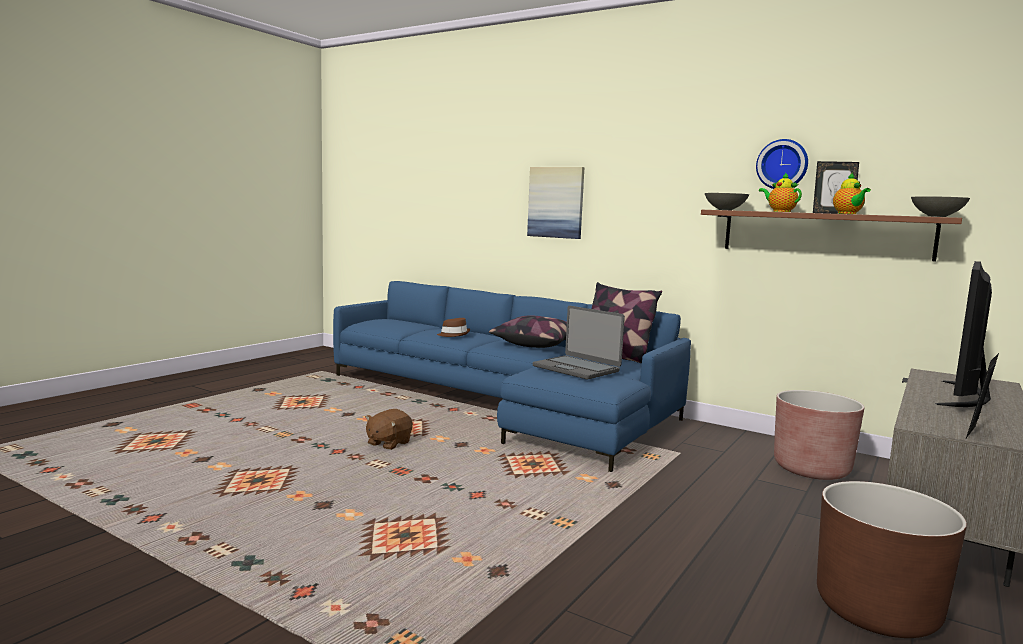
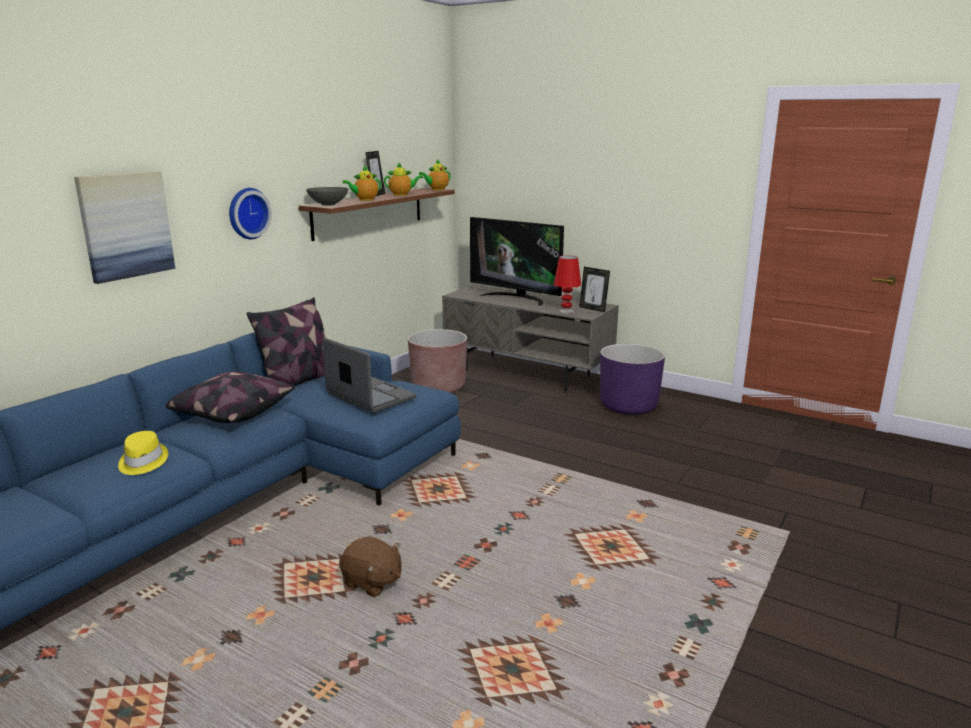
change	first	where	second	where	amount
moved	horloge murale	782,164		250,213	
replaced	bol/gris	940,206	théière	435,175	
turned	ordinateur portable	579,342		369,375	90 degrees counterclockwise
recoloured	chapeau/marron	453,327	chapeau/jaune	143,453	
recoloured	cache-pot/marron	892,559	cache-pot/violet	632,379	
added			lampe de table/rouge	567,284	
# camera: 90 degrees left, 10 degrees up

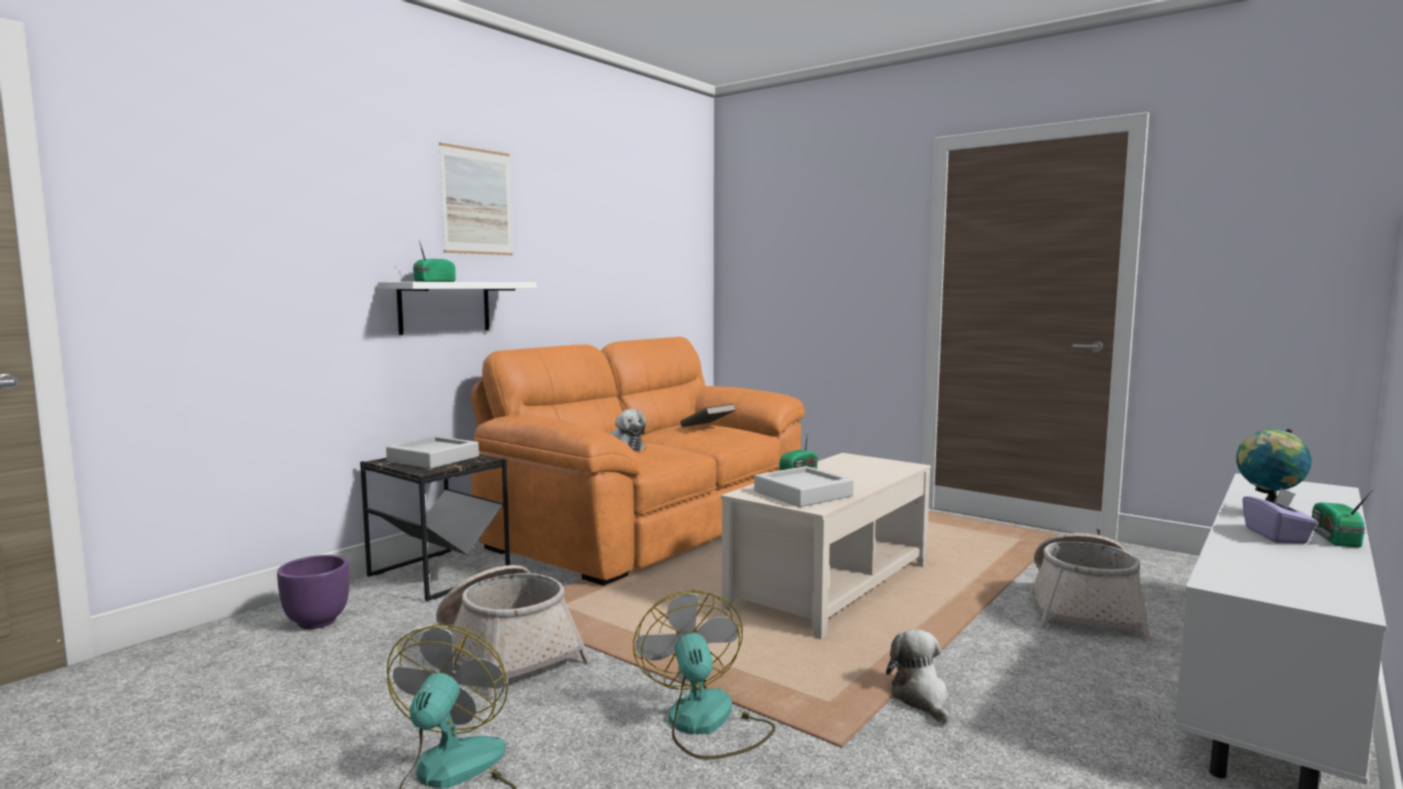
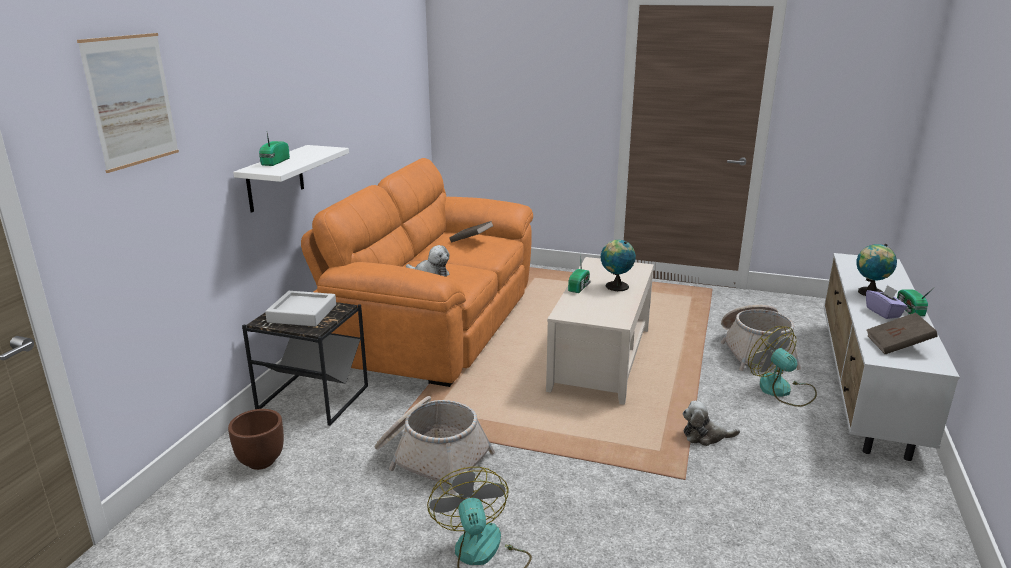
change	first	where	second	where	amount
moved	tableau	476,199		128,103	
removed	plateau/gris	804,486			
recoloured	cache-pot/violet	313,592	cache-pot/marron	256,439	
moved	ventilateur	704,674		782,366	
turned	peluche	917,676		711,423	60 degrees counterclockwise
added			globe	618,265	
added			livre/marron	902,333	
# camera: 20 degrees left, 15 degrees up

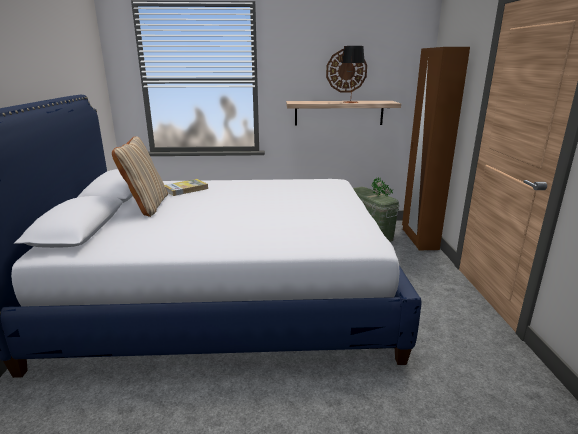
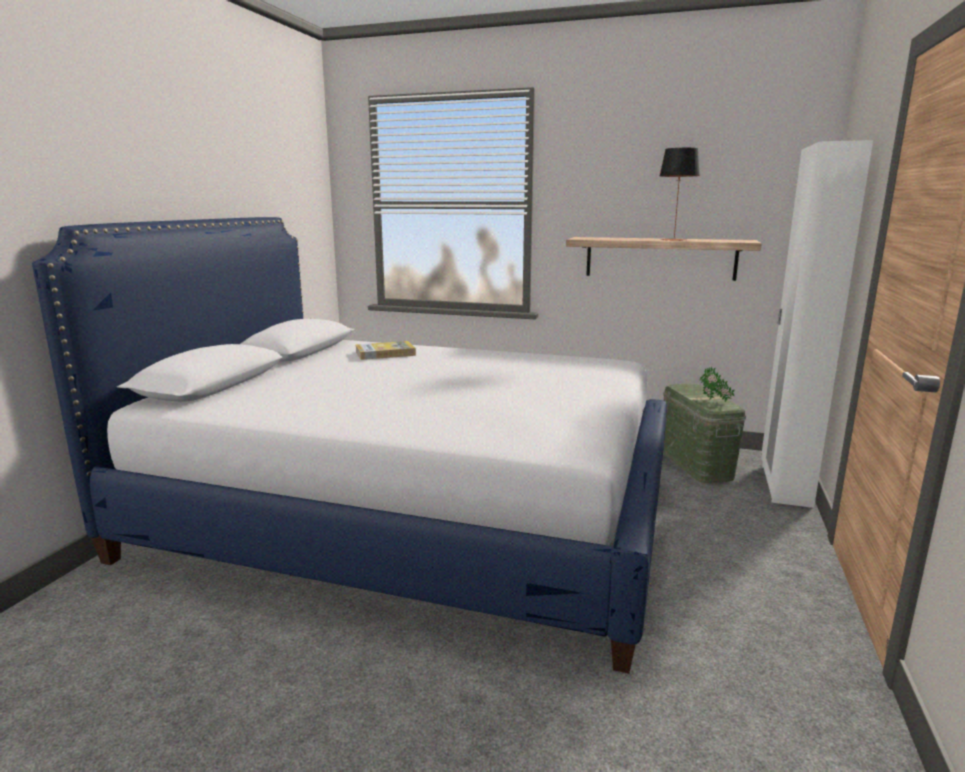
change	first	where	second	where	amount
recoloured	armoire/marron	436,148	armoire/blanc	817,324	
removed	horloge murale	346,71			
removed	coussin/beige	140,176			
# camera: 20 degrees right, 5 degrees down

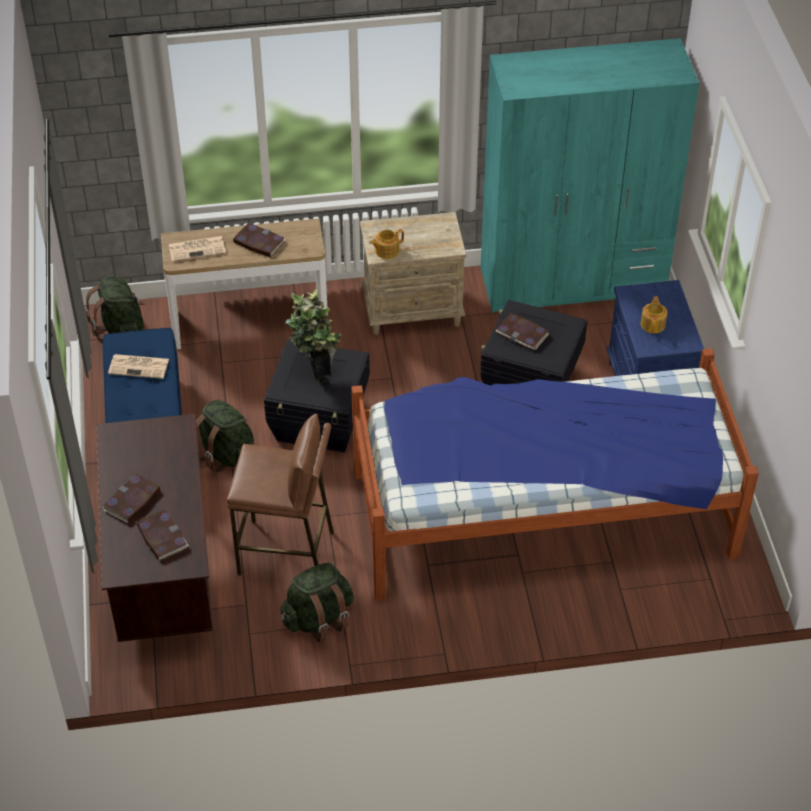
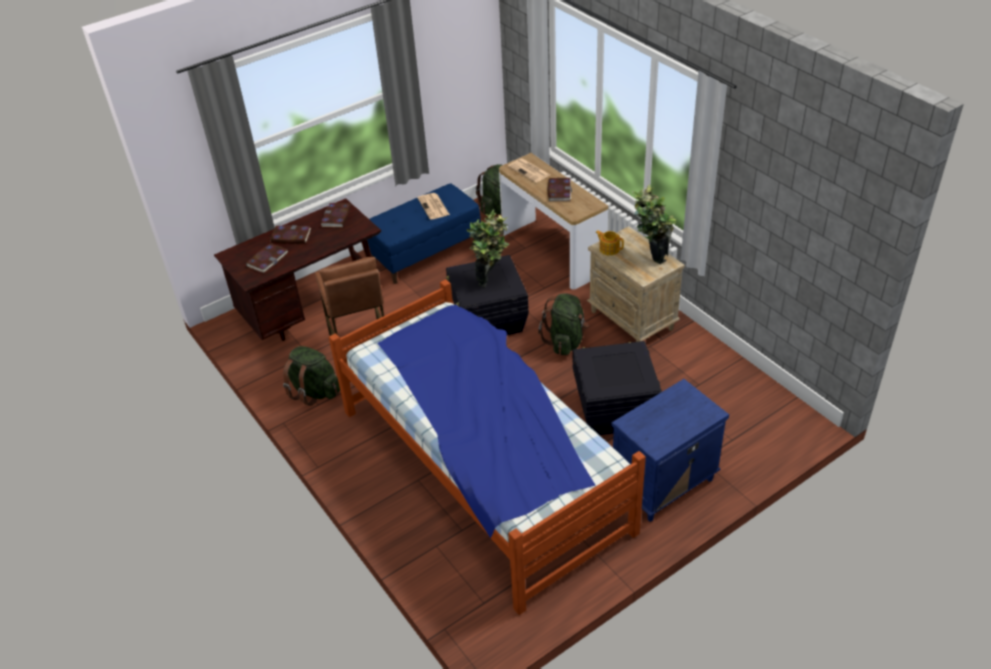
change	first	where	second	where	amount
removed	armoire/turquoise	590,175			
removed	théière	654,314			
moved	livre	522,332		336,215	
moved	sac à dos/vert	225,436		563,324	
added			plante en pot	654,224	
# camera: 65 degrees right, 5 degrees down

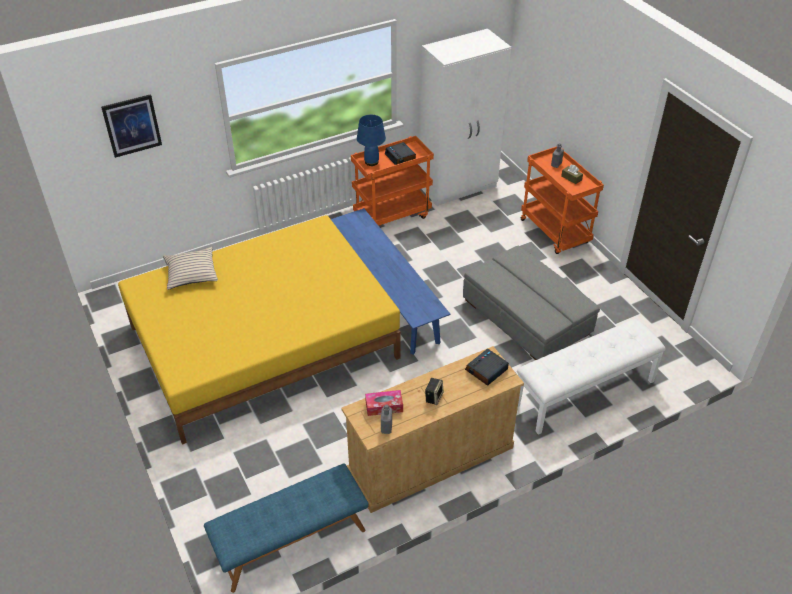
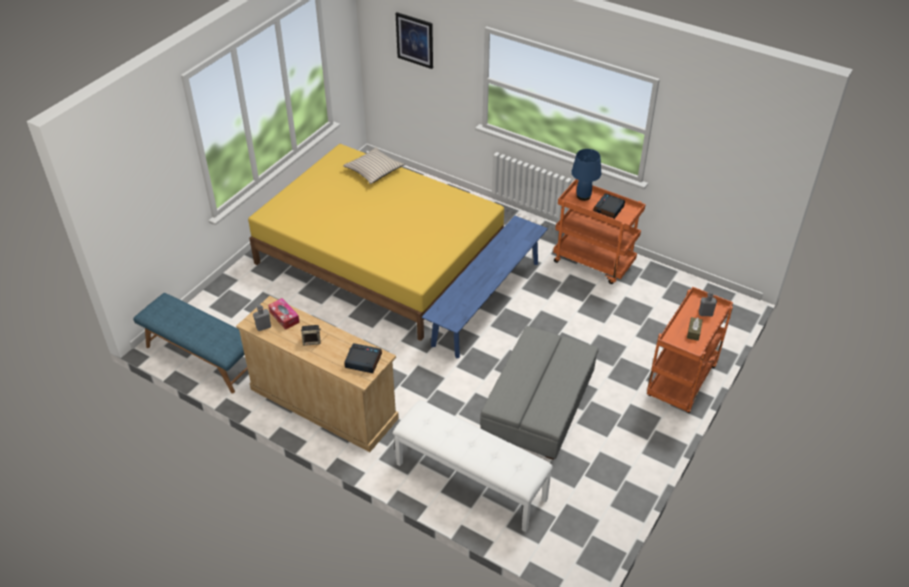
change	first	where	second	where	amount
removed	armoire/blanc	465,117			
# camera: 60 degrees right, 0 degrees up

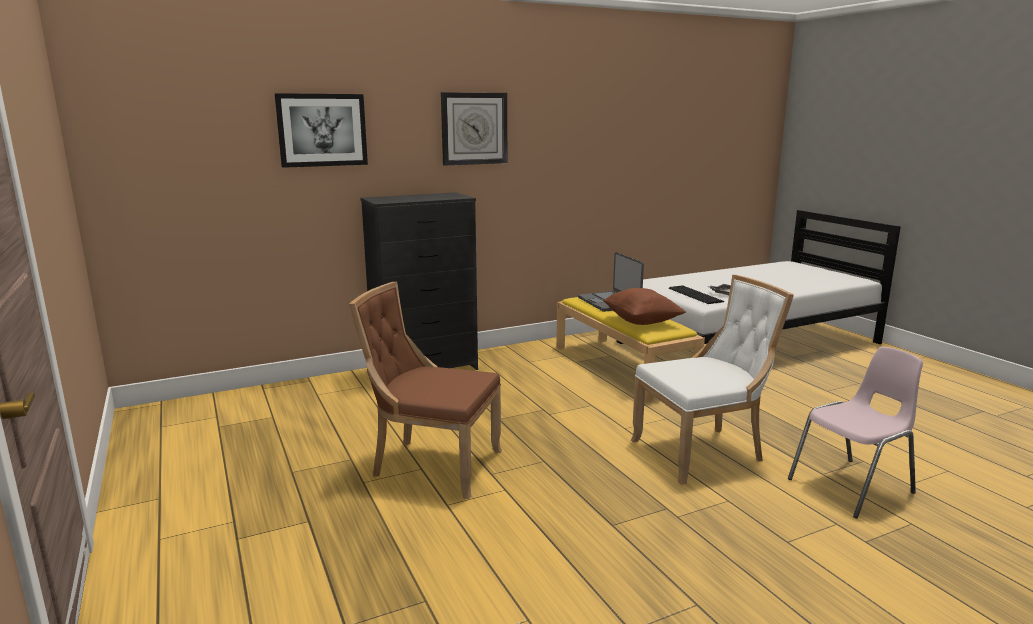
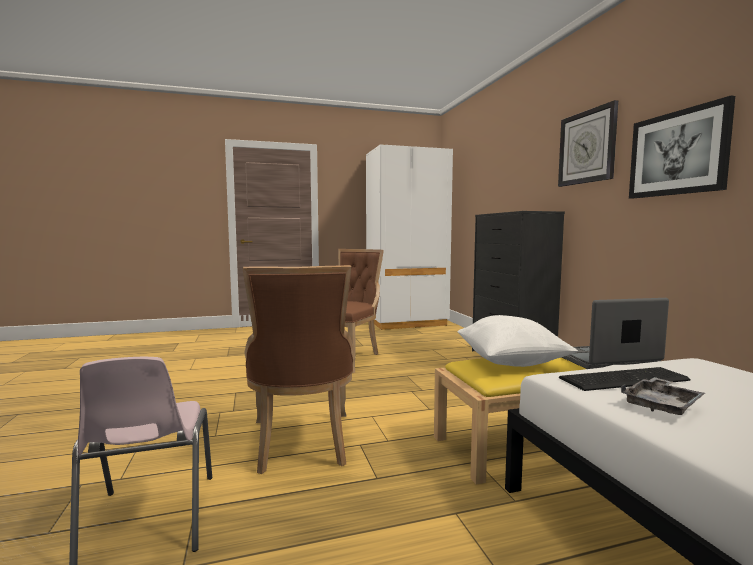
change	first	where	second	where	amount
moved	tableau	321,130		682,147	
recoloured	chaise/blanc	712,380	chaise/marron	298,369	
recoloured	coussin/marron	644,306	coussin/blanc	518,341	
added			armoire/blanc	409,237	
# camera: 100 degrees right, 10 degrees down

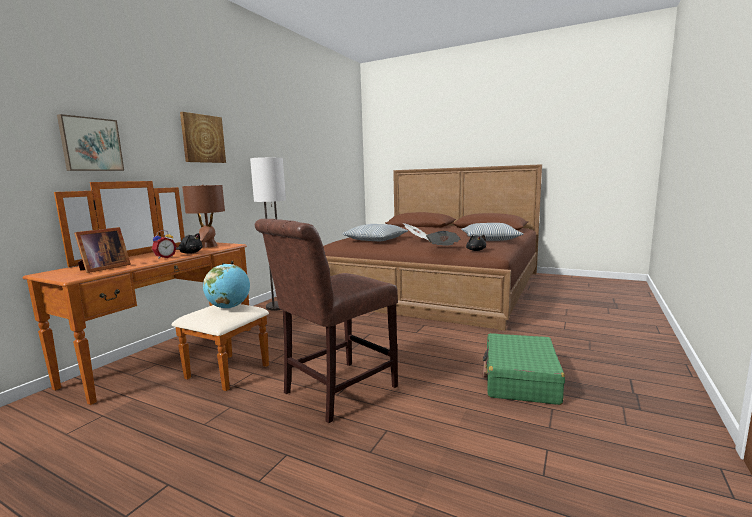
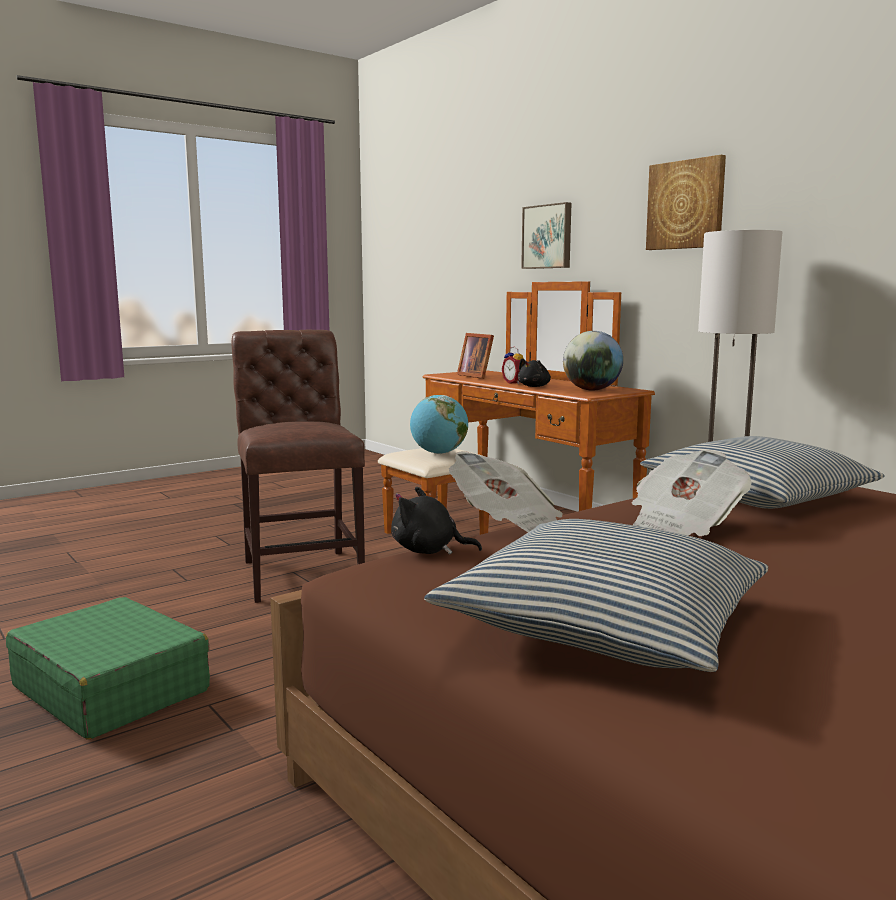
change	first	where	second	where	amount
replaced	lampe de table/marron	203,216	globe	593,361	
# camera: 115 degrees right, 0 degrees up

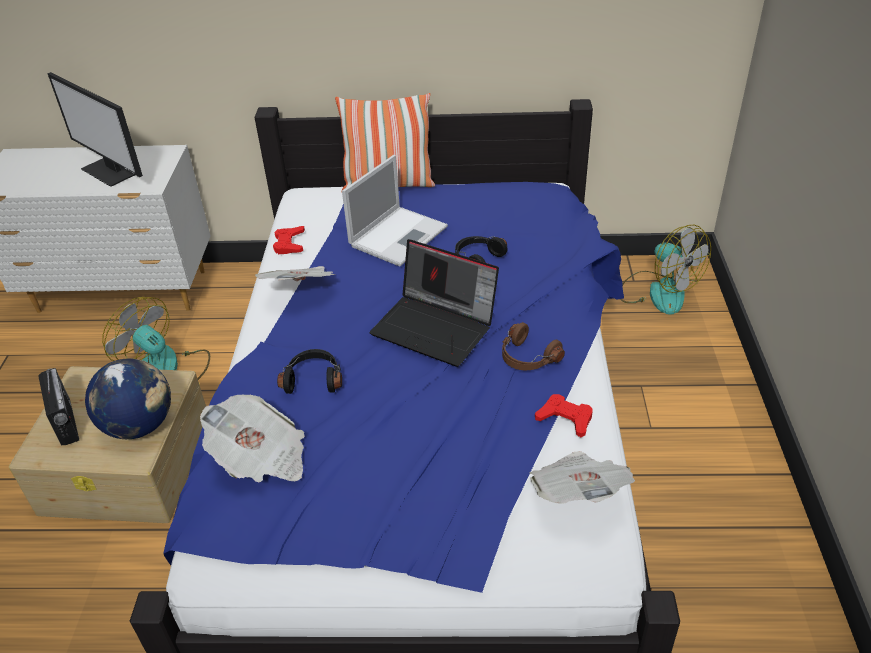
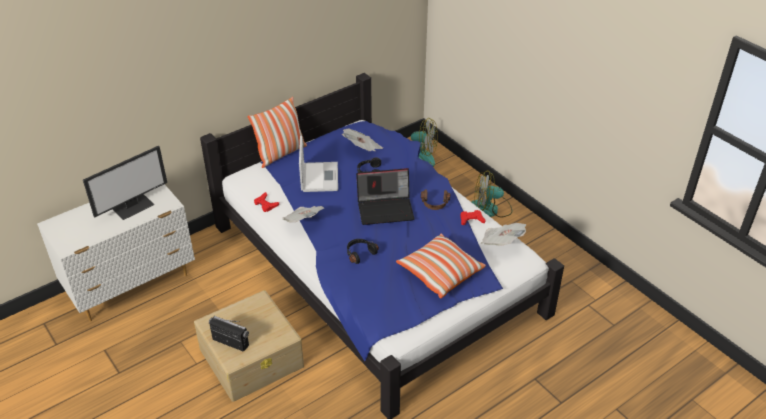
change	first	where	second	where	amount
turned	écran d'ordinateur	95,129		125,183	45 degrees counterclockwise
moved	ventilateur	156,338		492,193	
removed	globe	128,398			
moved	journal	252,439		362,140	
added			coussin	441,266	
# camera: 40 degrees left, 0 degrees up

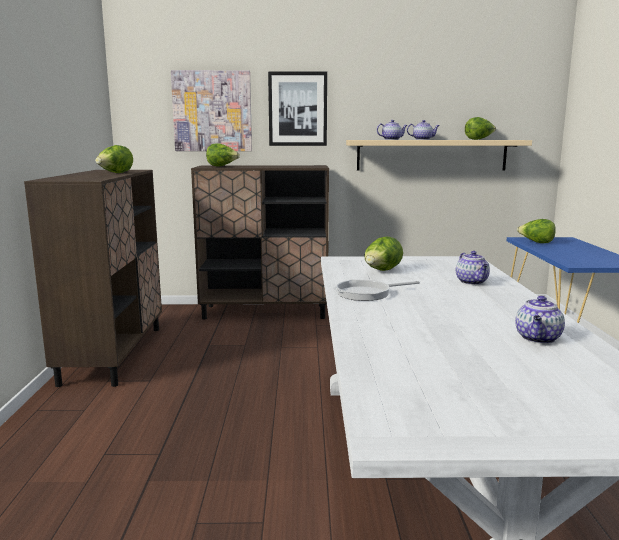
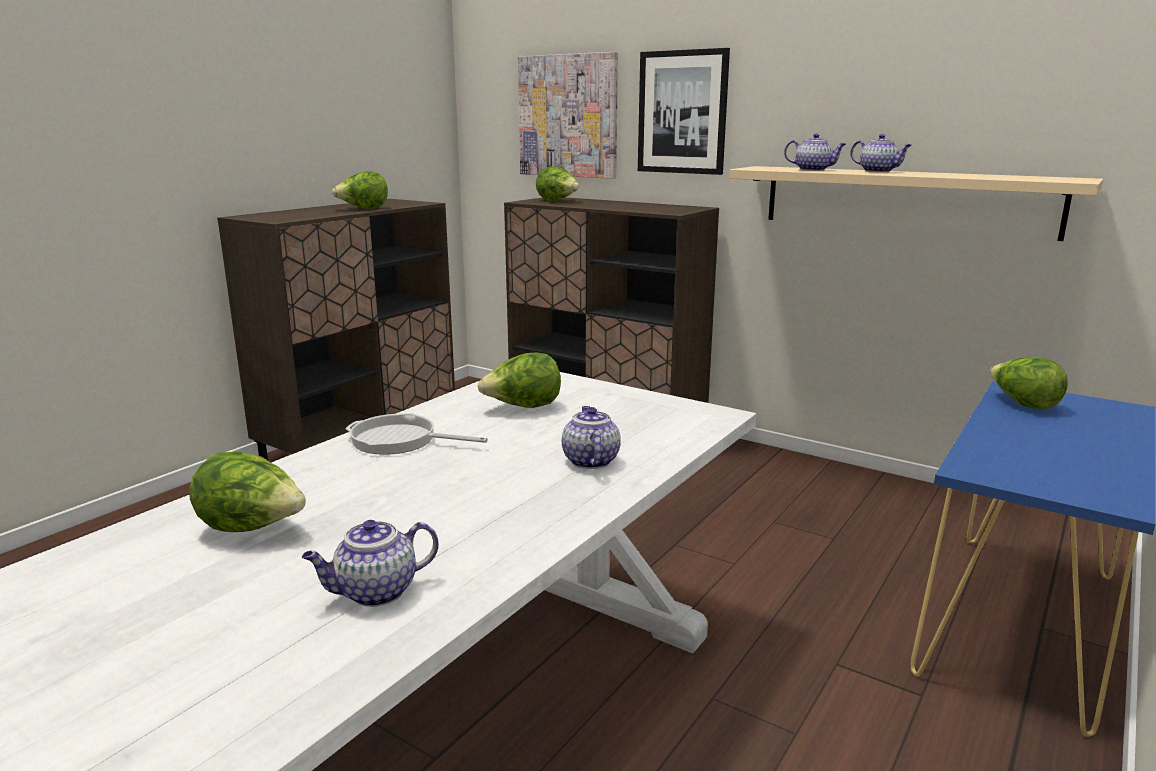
change	first	where	second	where	amount
moved	laitue	480,128		247,492	
turned	théière	473,268		591,437	150 degrees clockwise
# camera: 35 degrees right, 5 degrees up

